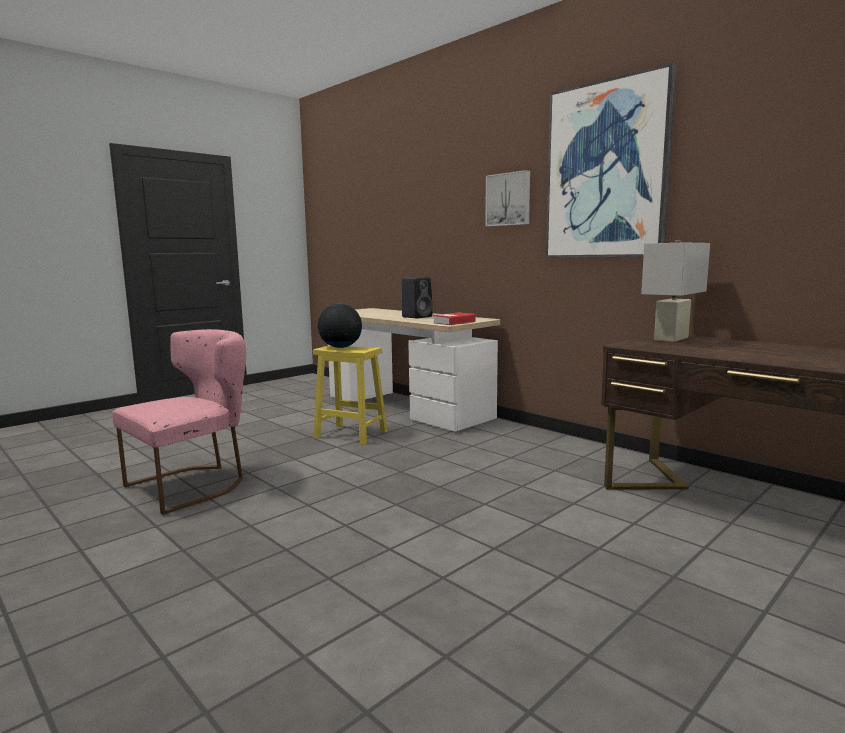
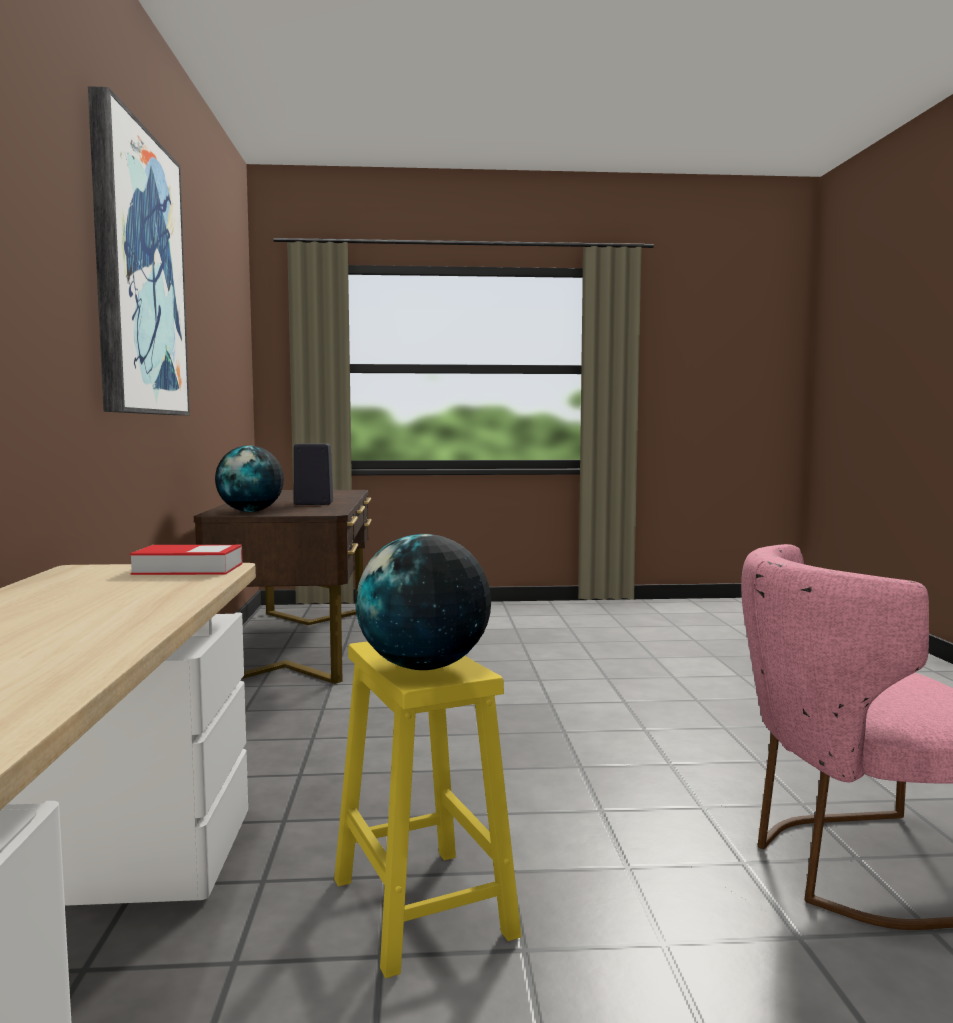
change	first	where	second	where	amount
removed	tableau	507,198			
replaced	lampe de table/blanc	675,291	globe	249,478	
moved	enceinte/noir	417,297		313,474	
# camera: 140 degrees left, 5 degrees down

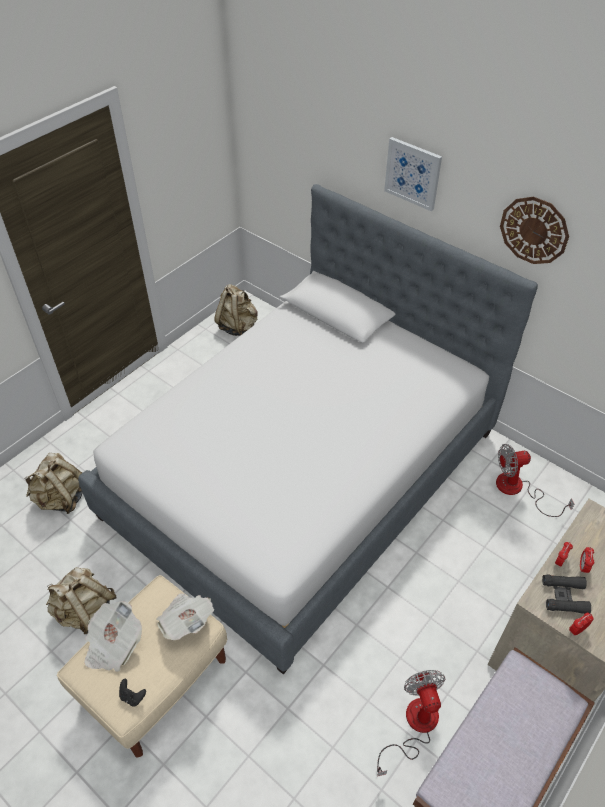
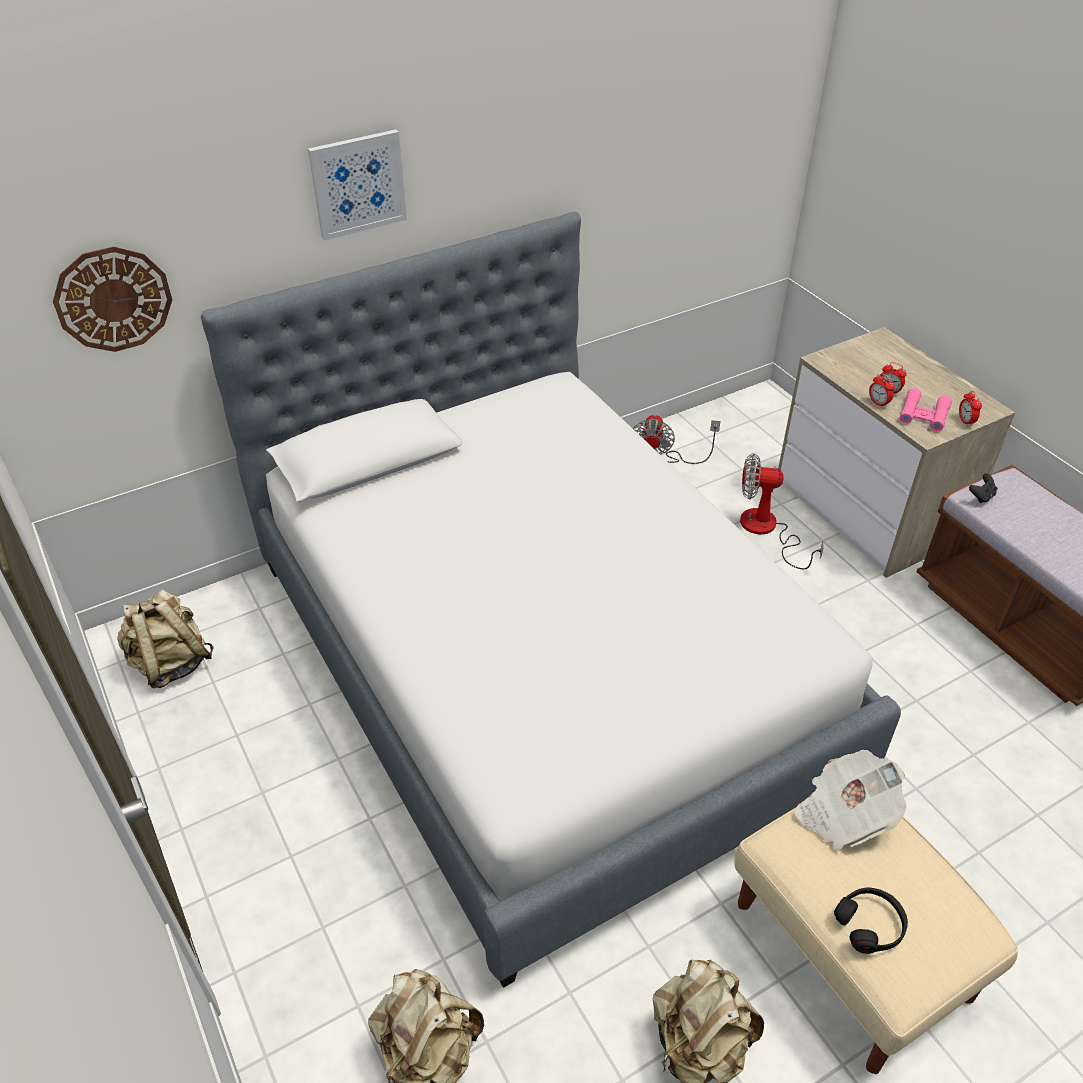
change	first	where	second	where	amount
moved	horloge murale	534,230		112,299	
recoloured	jumelles/noir	566,594	jumelles/rose	926,409	
replaced	journal	113,636	casque audio/noir	871,921	
moved	ventilateur	411,723		782,511	
moved	manette/noir	132,692		983,488	
# camera: 70 degrees left, 5 degrees down

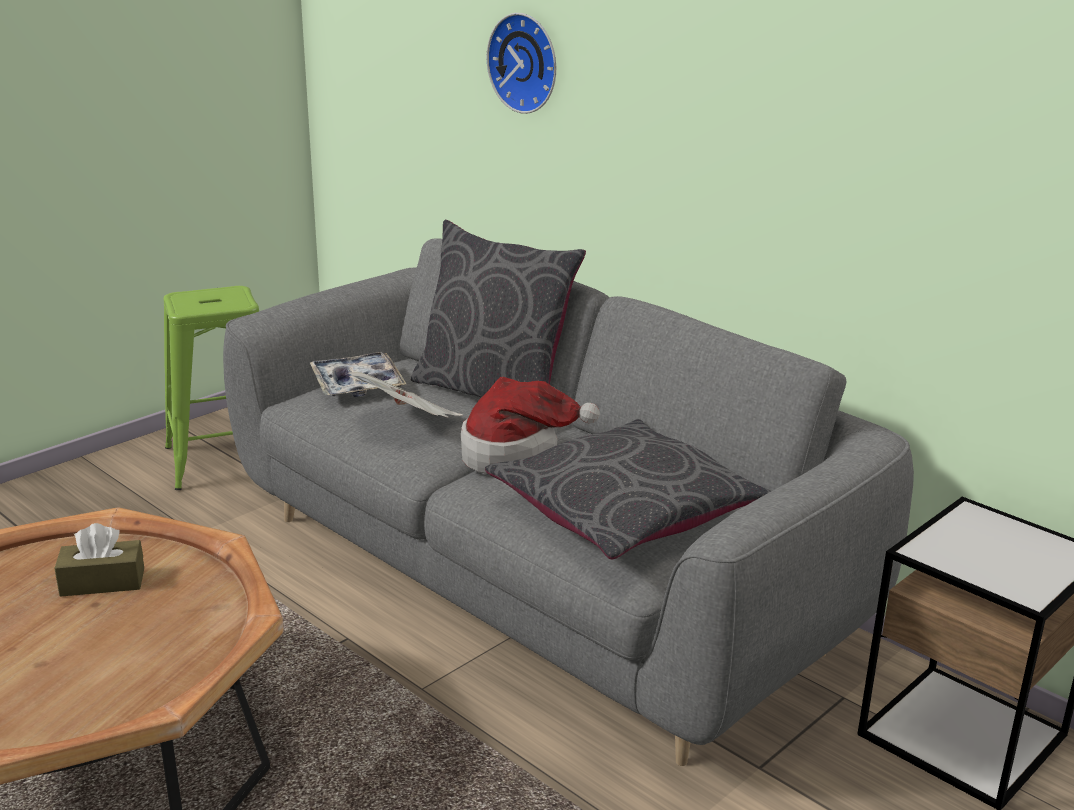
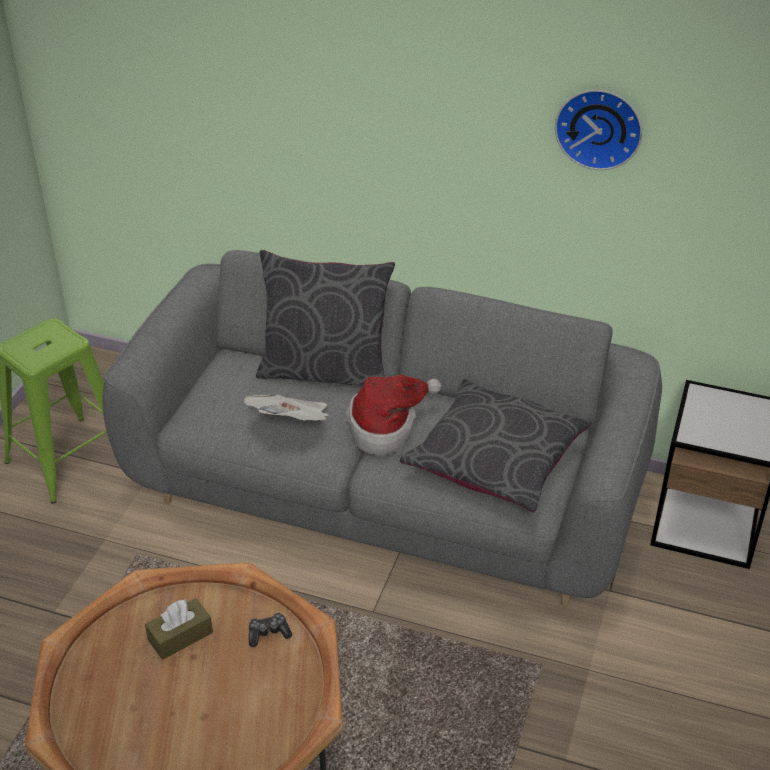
change	first	where	second	where	amount
moved	horloge murale	521,63		598,130	
removed	plateau	357,374			
added			manette	270,630	
# camera: 25 degrees left, 15 degrees up

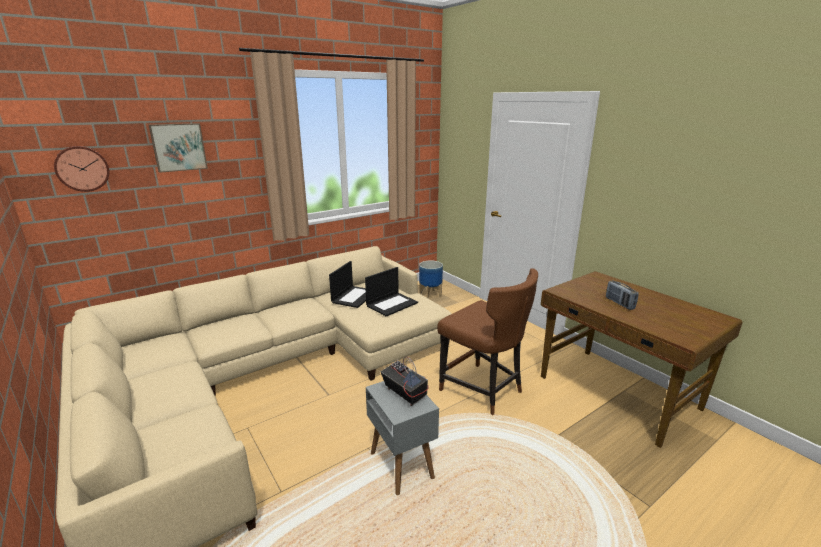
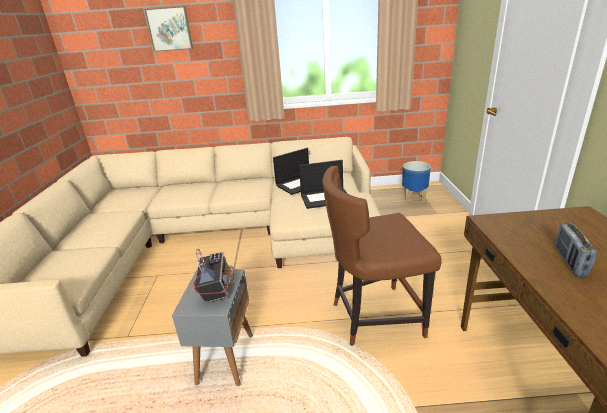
change	first	where	second	where	amount
removed	horloge murale	81,169			
turned	chaise/marron	487,341		382,256	90 degrees clockwise
# camera: 35 degrees right, 5 degrees up

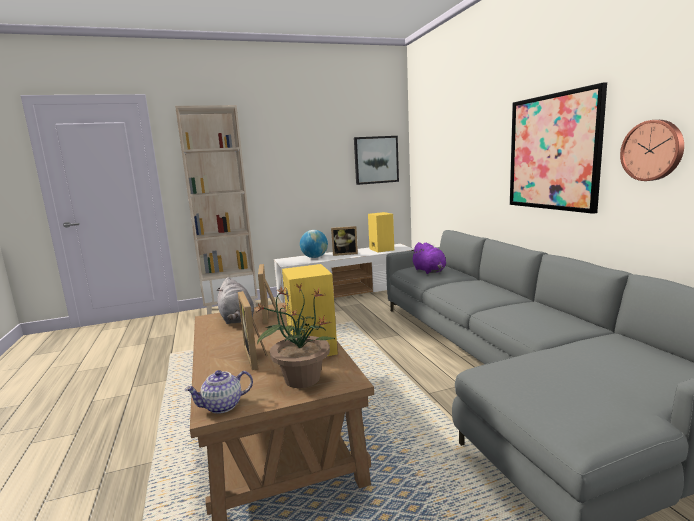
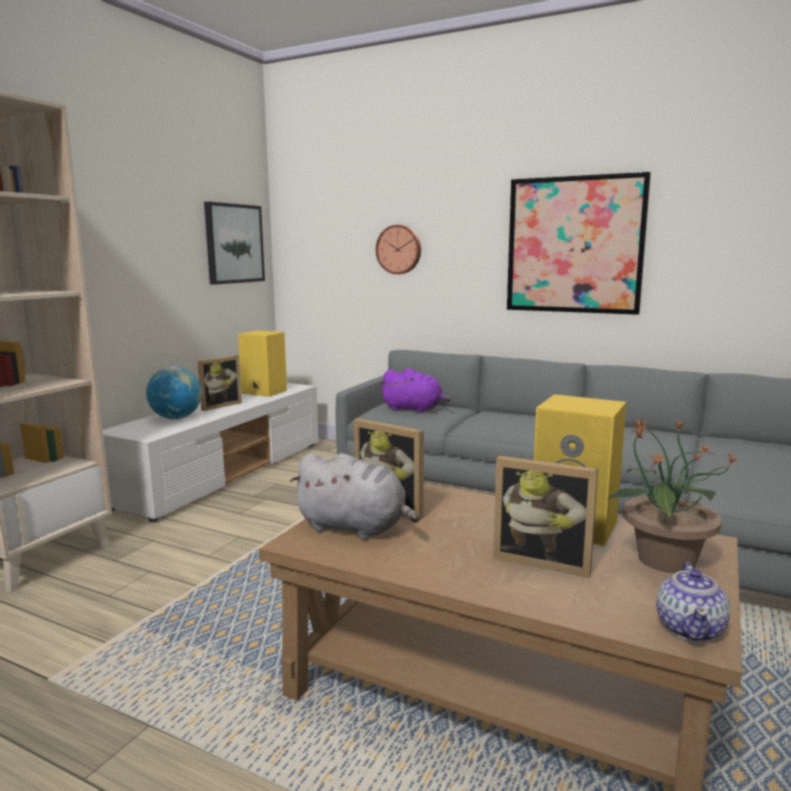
change	first	where	second	where	amount
moved	horloge murale	652,150		398,249	
# camera: 45 degrees left, 0 degrees up

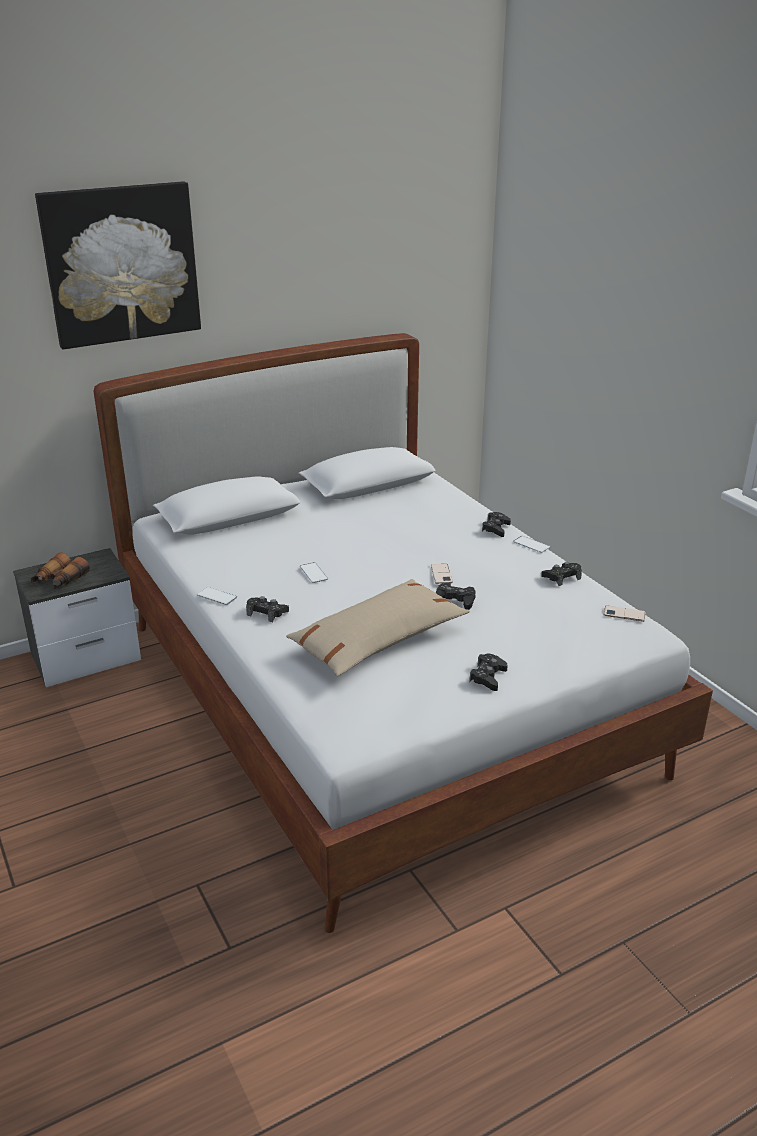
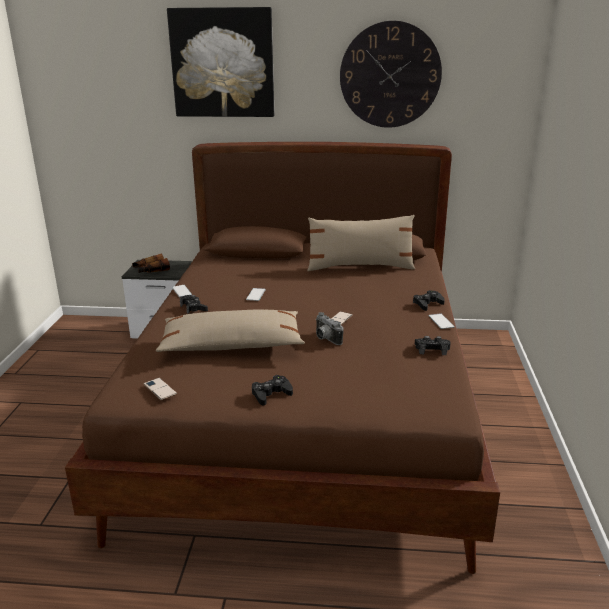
change	first	where	second	where	amount
recoloured	lit/blanc	403,633	lit/marron	282,358	
replaced	manette/noir	455,596	appareil photo	330,328	
moved	téléphone	625,613		160,389	
added			horloge murale	391,74	
added			coussin/beige	361,243	
# camera: 35 degrees right, 5 degrees down

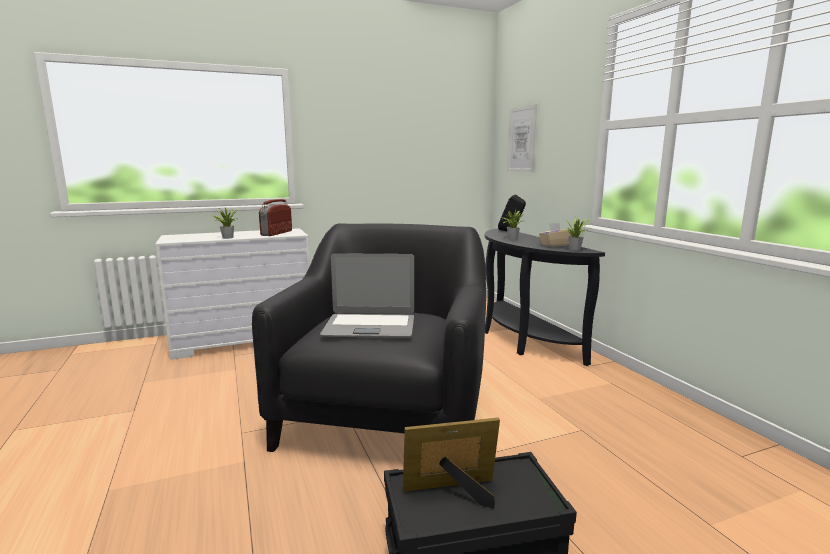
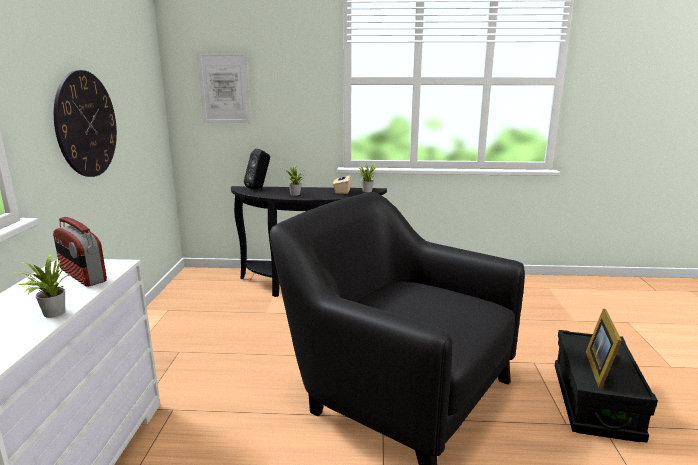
change	first	where	second	where	amount
removed	ordinateur portable	367,295			
added			horloge murale	85,123	
# camera: 65 degrees left, 5 degrees up

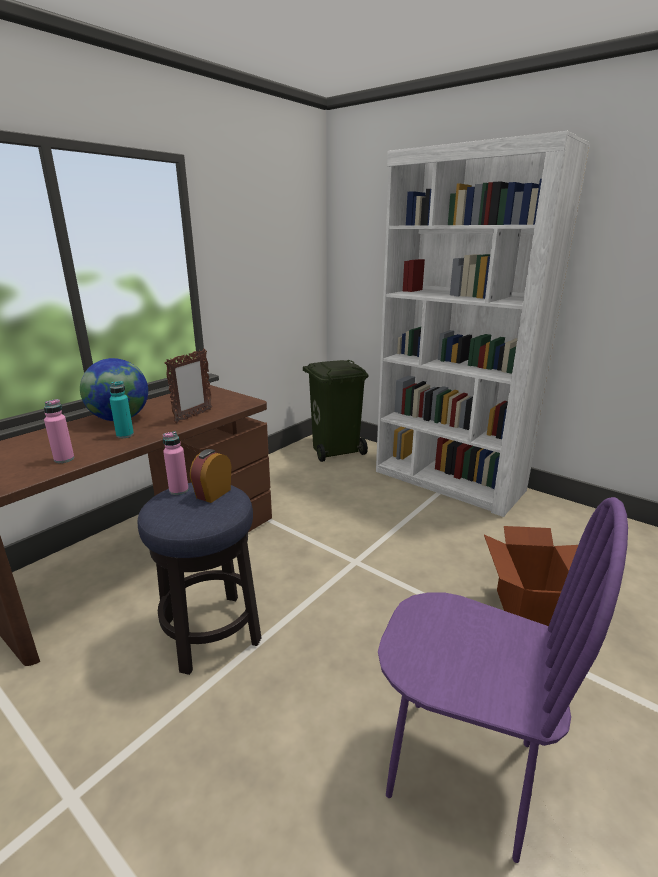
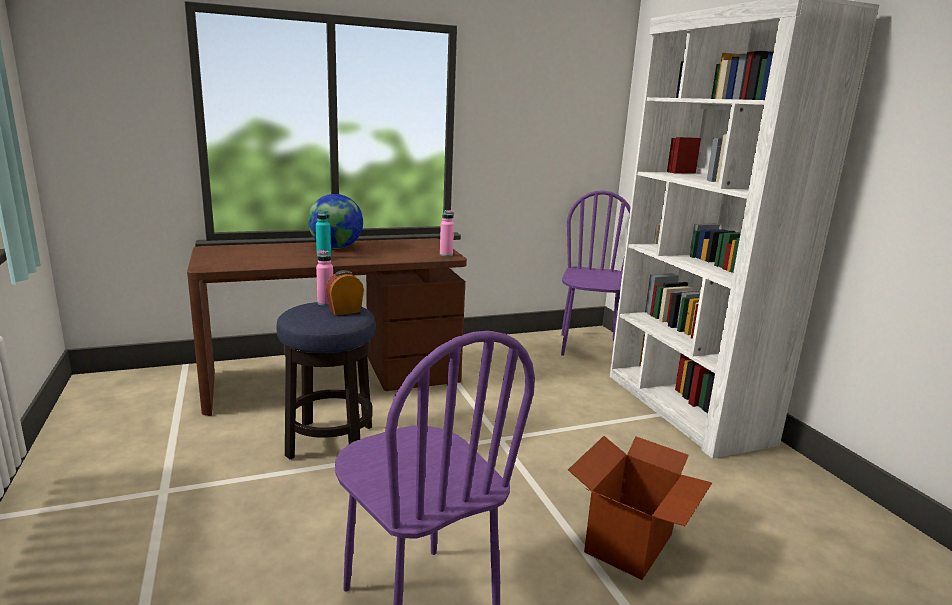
change	first	where	second	where	amount
removed	cadre photo	188,386			
replaced	poubelle/vert	335,411	chaise/violet	596,273	
moved	bouteille/rose	59,431		447,233	
# camera: 30 degrees right, 5 degrees down

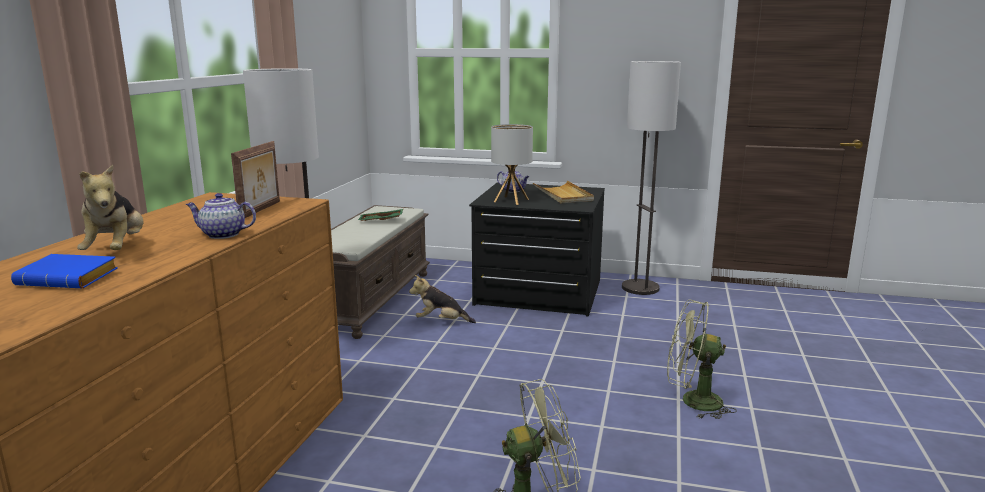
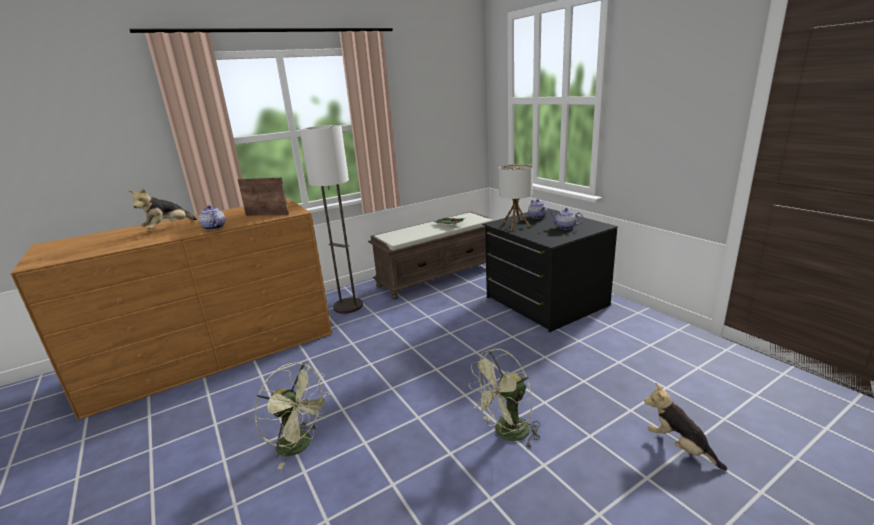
change	first	where	second	where	amount
removed	lampadaire	651,178			
turned	cadre photo	255,179		263,197	135 degrees counterclockwise
replaced	plateau/beige	563,192	théière	567,218	
removed	livre/bleu	64,271			
moved	peluche	442,299		685,427	
turned	ventilateur/vert	702,359		504,399	90 degrees counterclockwise
# camera: 45 degrees right, 5 degrees up

